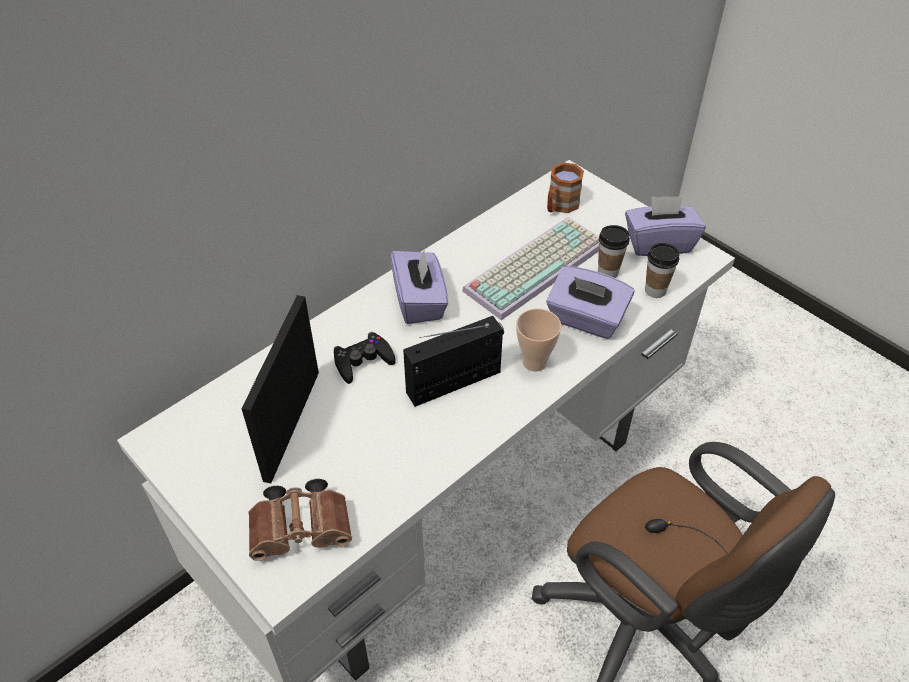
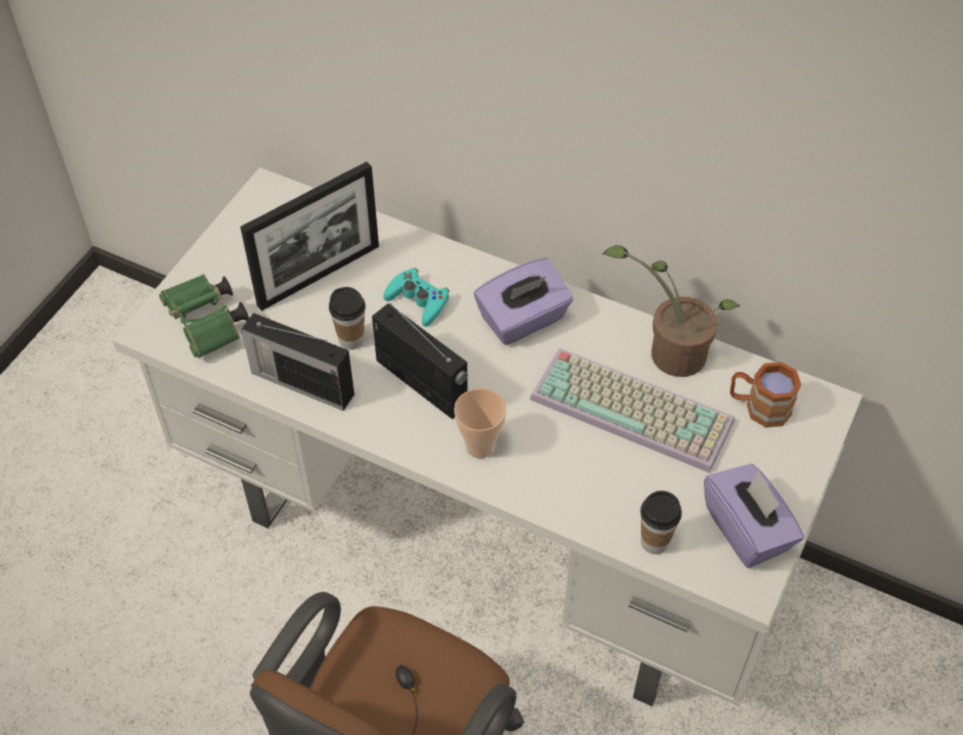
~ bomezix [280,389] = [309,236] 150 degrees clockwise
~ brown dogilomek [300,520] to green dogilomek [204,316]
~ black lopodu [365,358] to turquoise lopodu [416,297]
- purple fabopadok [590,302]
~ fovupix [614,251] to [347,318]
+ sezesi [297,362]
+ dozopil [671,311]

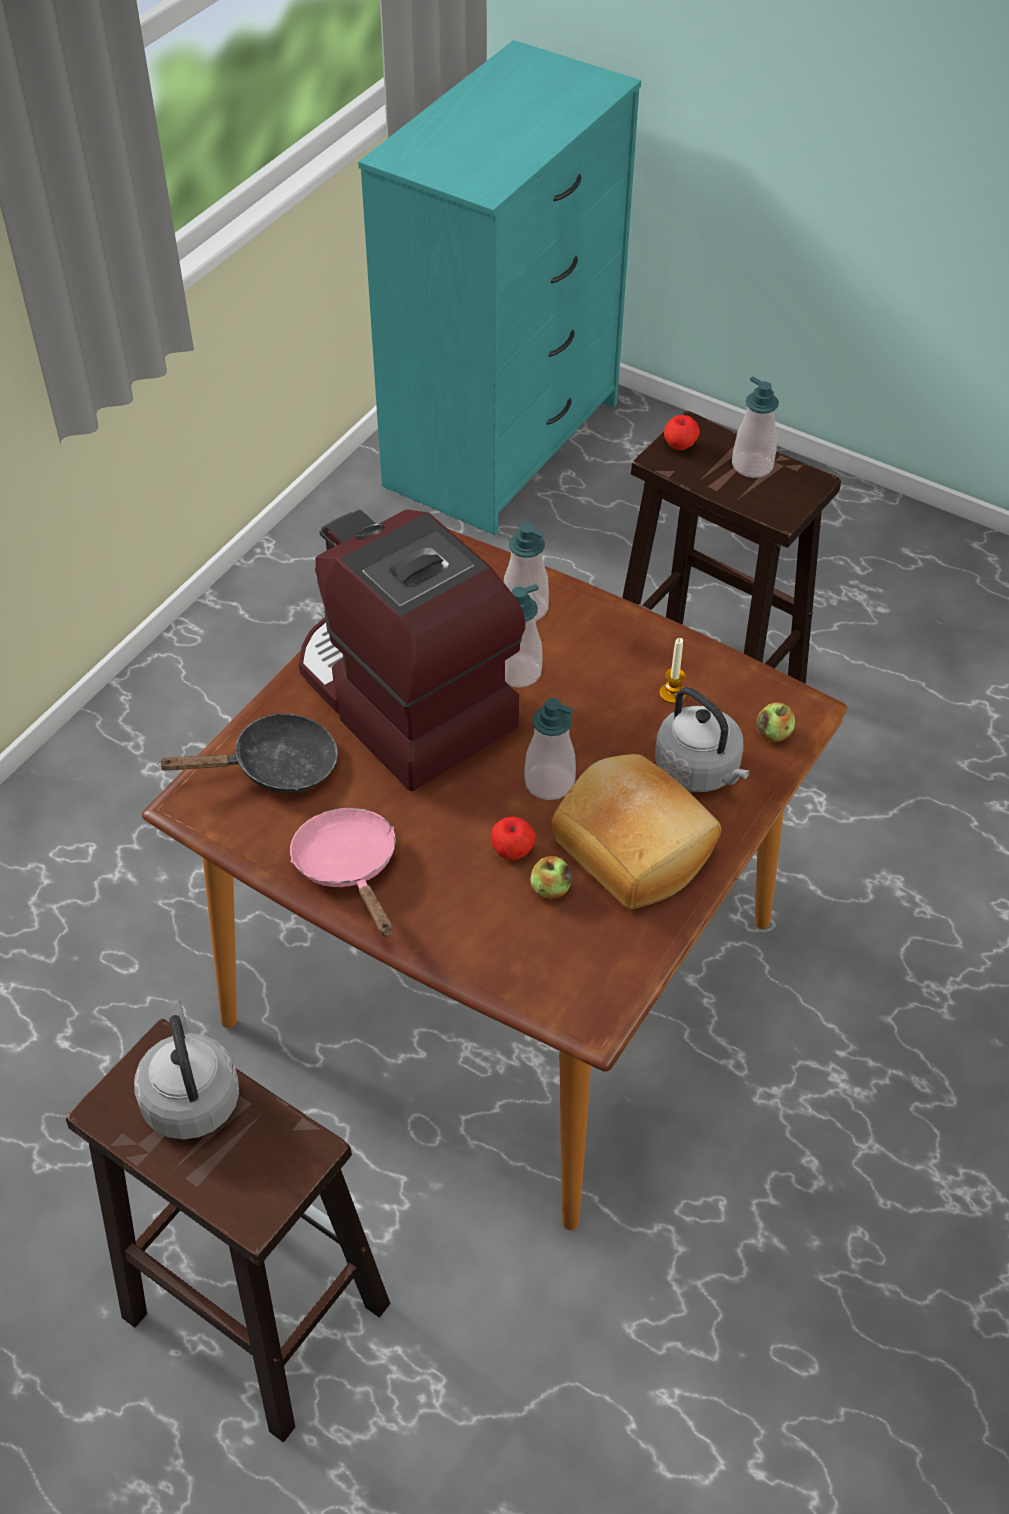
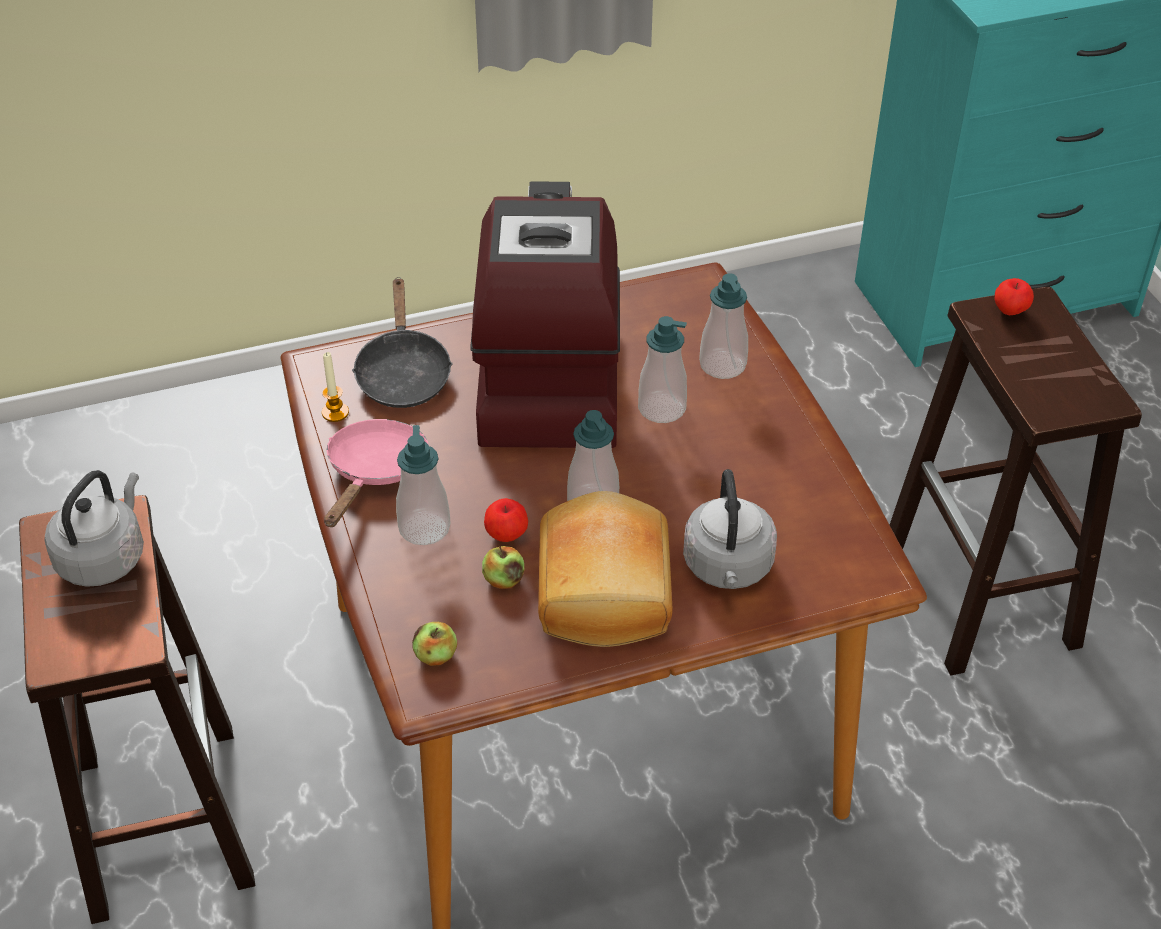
~ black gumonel [247,752] = [402,342] 60 degrees clockwise
~ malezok [673,671] to [335,387]
~ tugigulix [755,427] to [423,485]
~ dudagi [776,722] to [434,644]

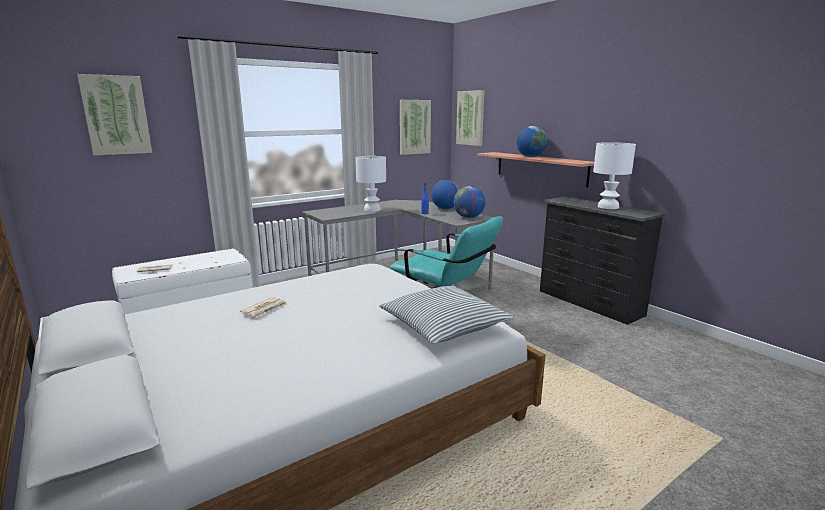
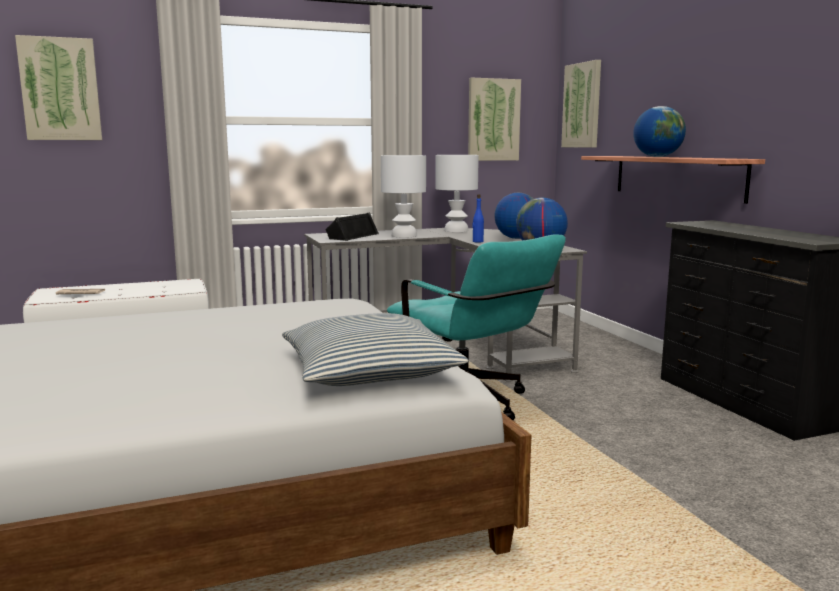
- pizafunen [263,307]
~ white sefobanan [614,175] to [457,193]
+ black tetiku [352,226]

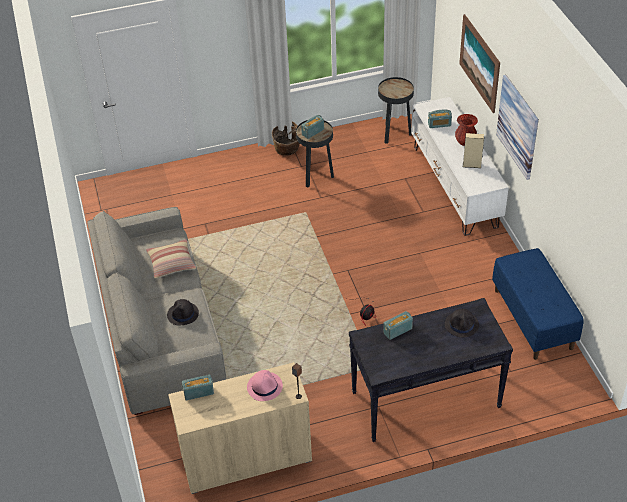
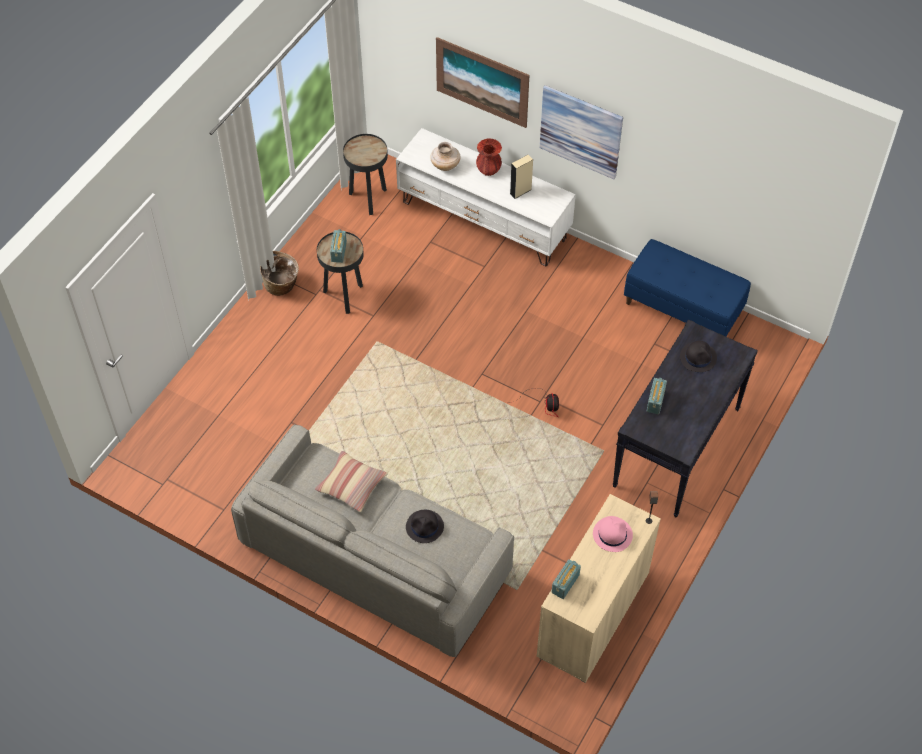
~ sezesi [440,118] to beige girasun [445,156]

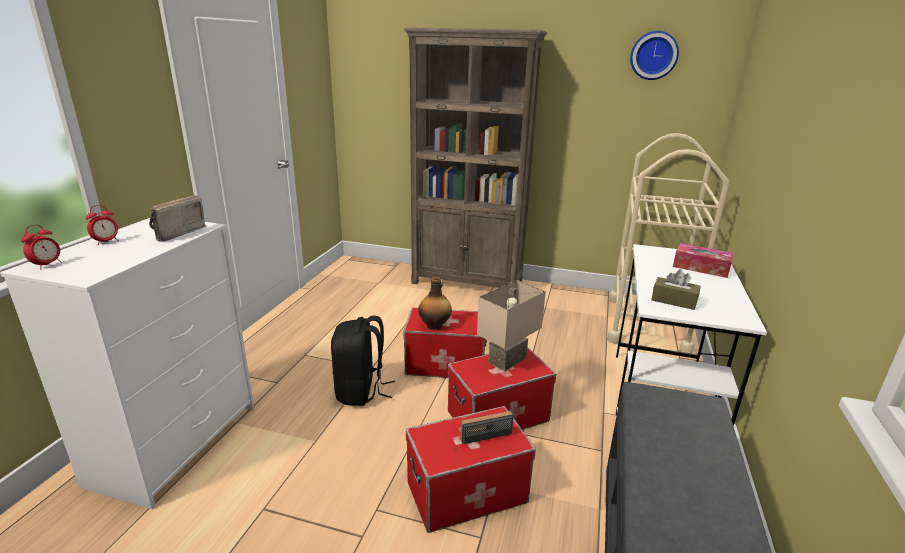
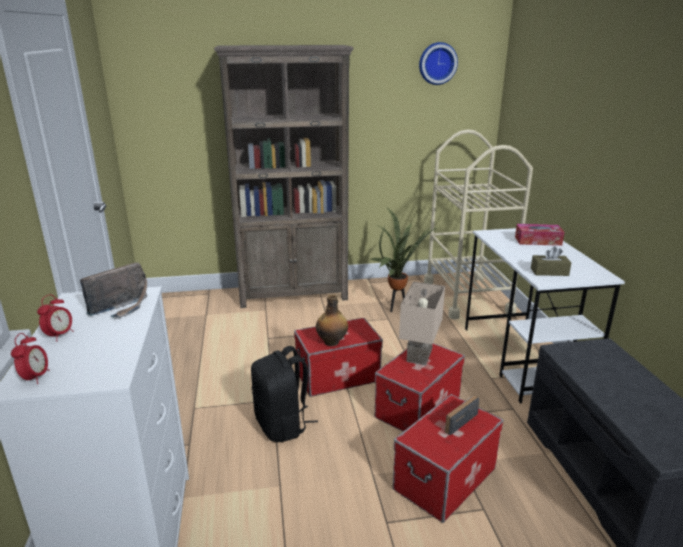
~ sezesi [177,218] = [113,290] 135 degrees counterclockwise
+ dozopil [403,260]

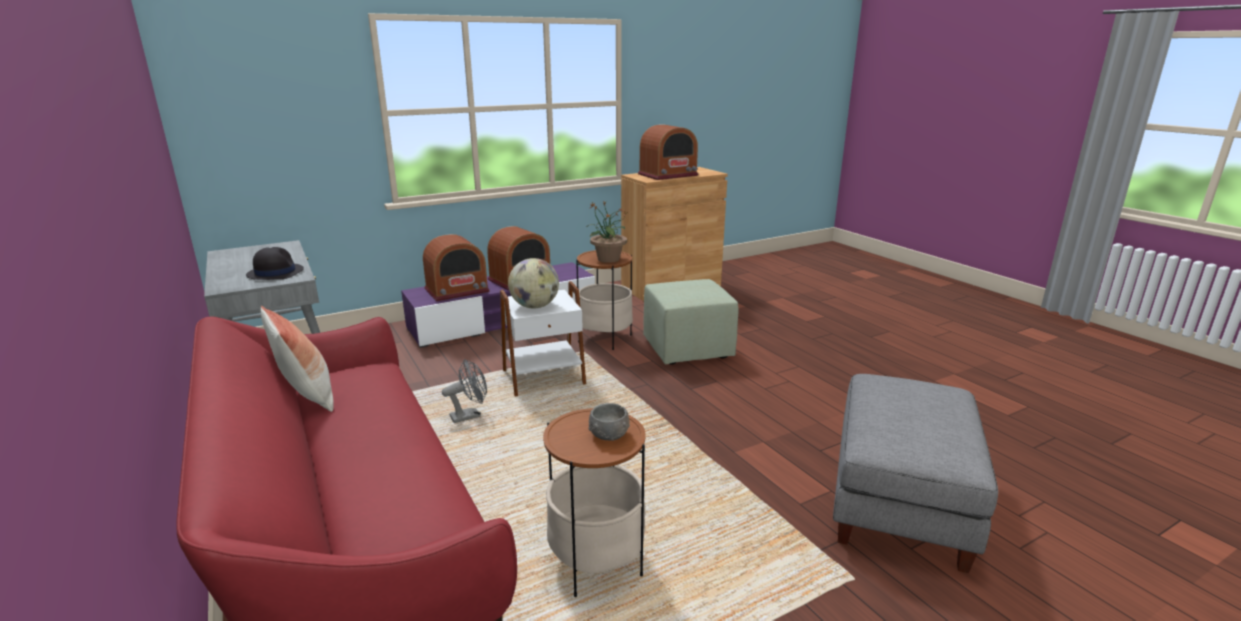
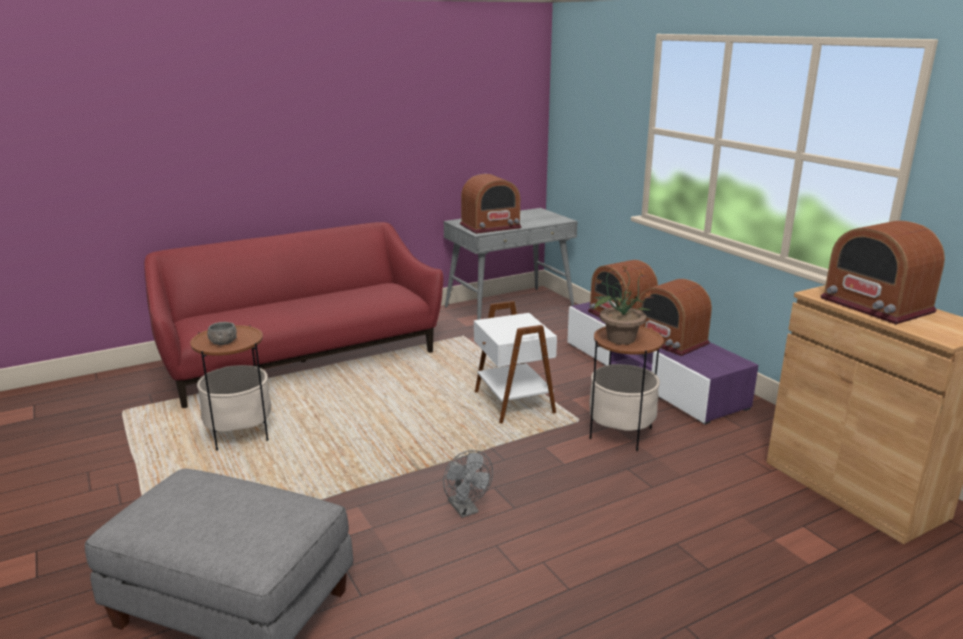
~ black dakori [275,263] to sezesi [491,204]
- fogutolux [297,359]
~ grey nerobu [464,391] to [468,484]
- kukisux [533,283]
- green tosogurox [690,322]

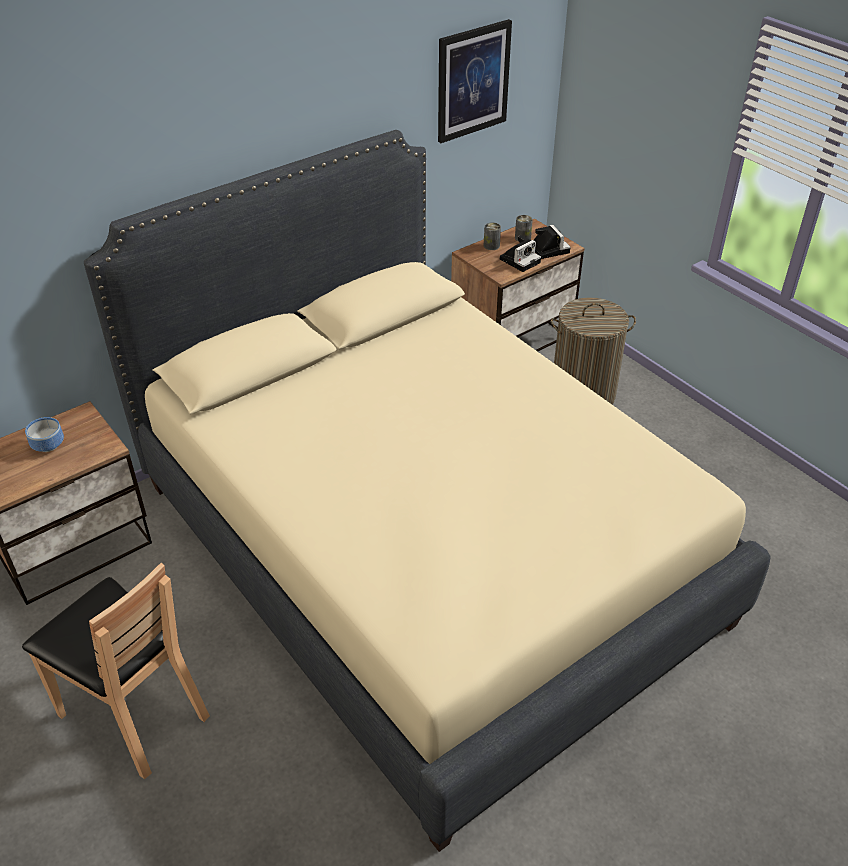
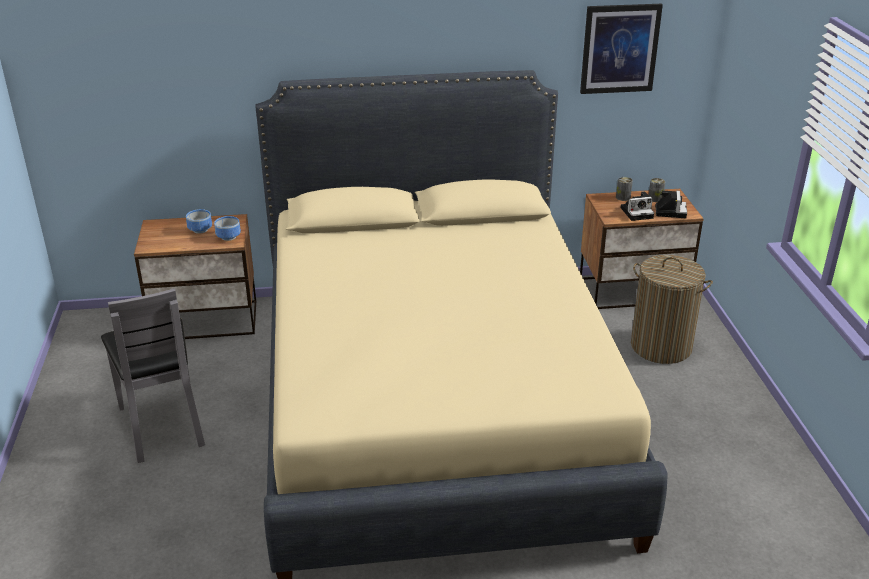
~ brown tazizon [116,671] to grey tazizon [153,375]
+ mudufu [227,228]

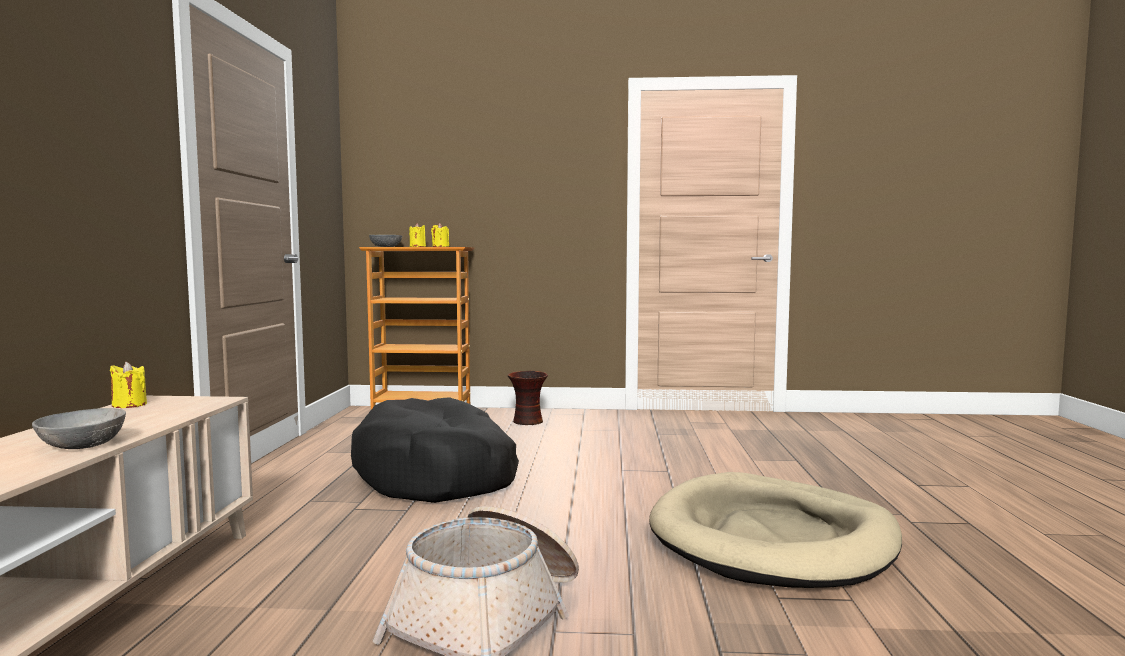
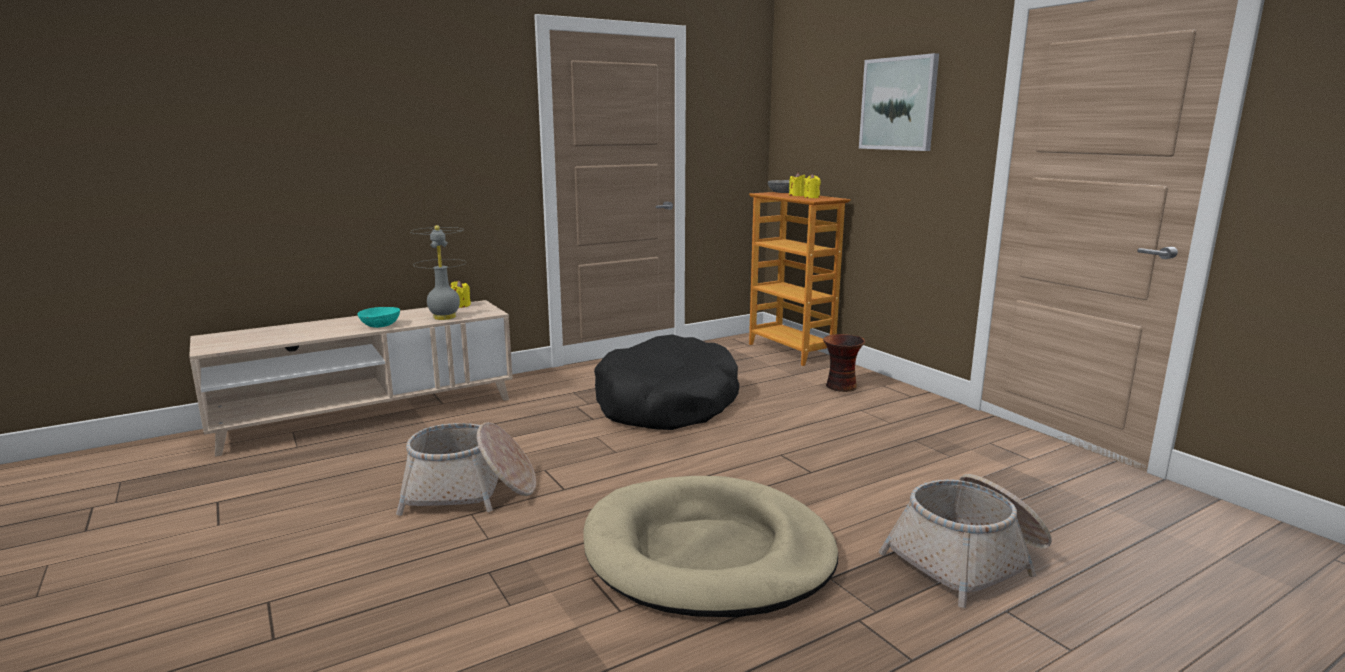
~ grey mudufu [79,428] to turquoise mudufu [379,317]
+ grey sefobanan [438,272]
+ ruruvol [899,102]
+ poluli [965,541]

